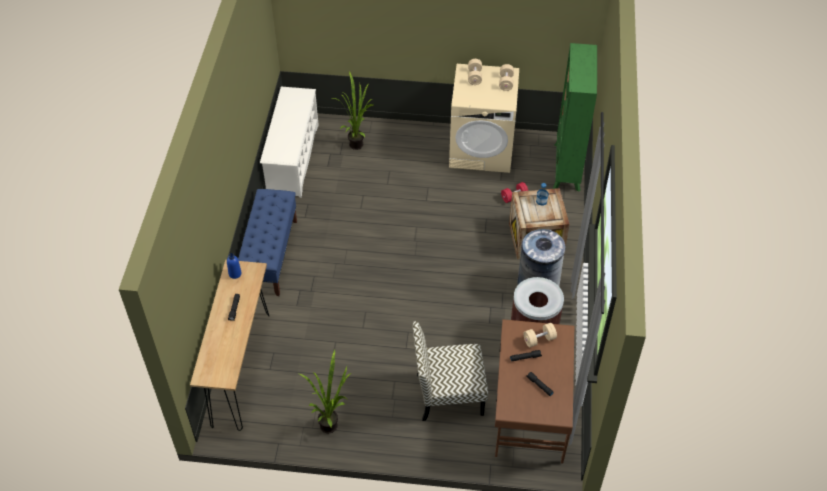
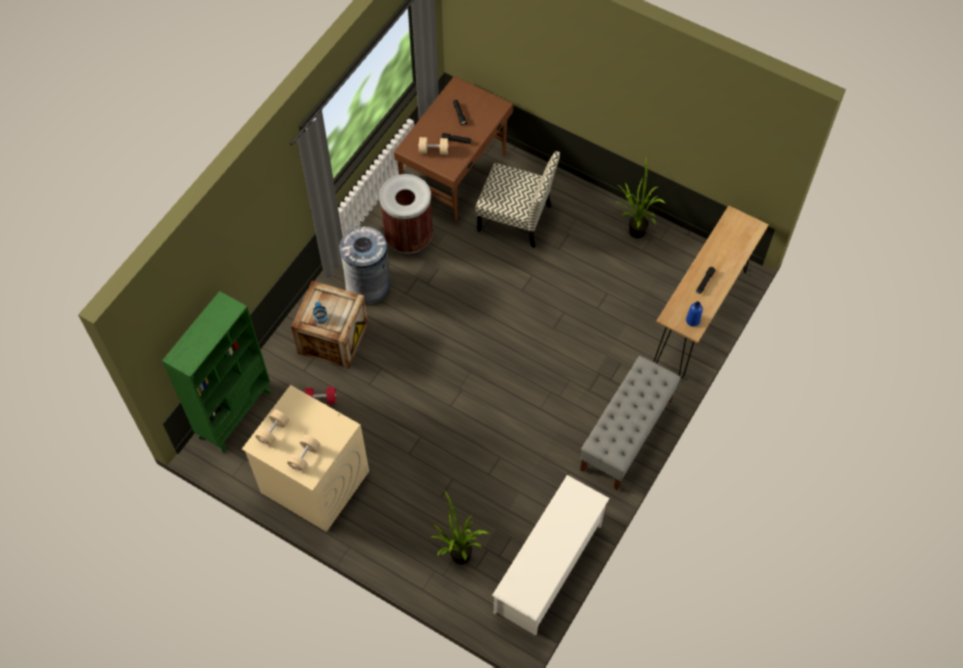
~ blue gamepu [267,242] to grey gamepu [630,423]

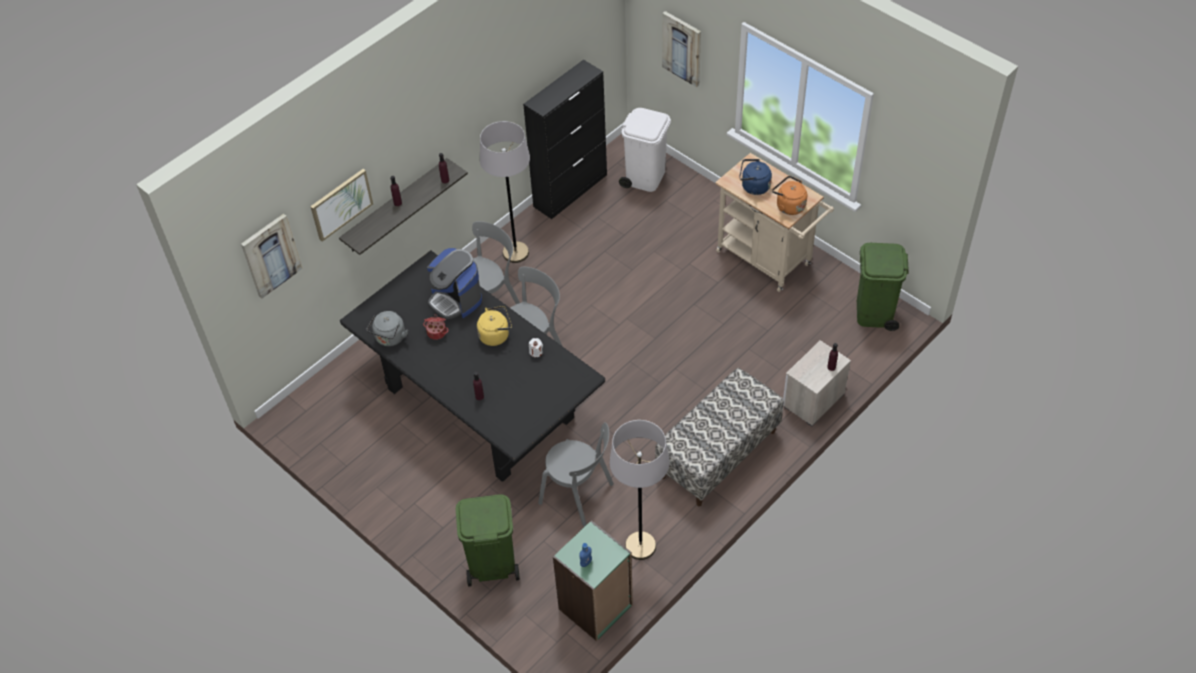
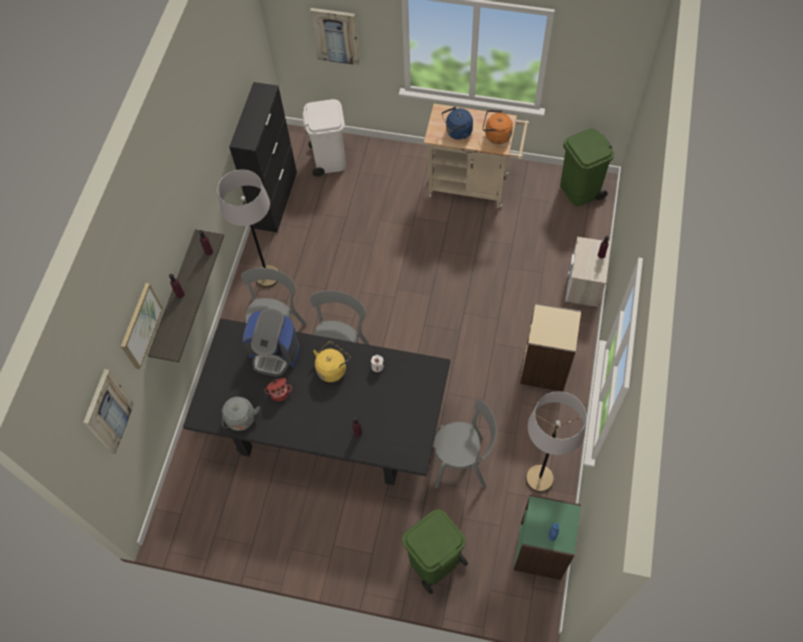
~ gamepu [719,437] to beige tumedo [550,347]

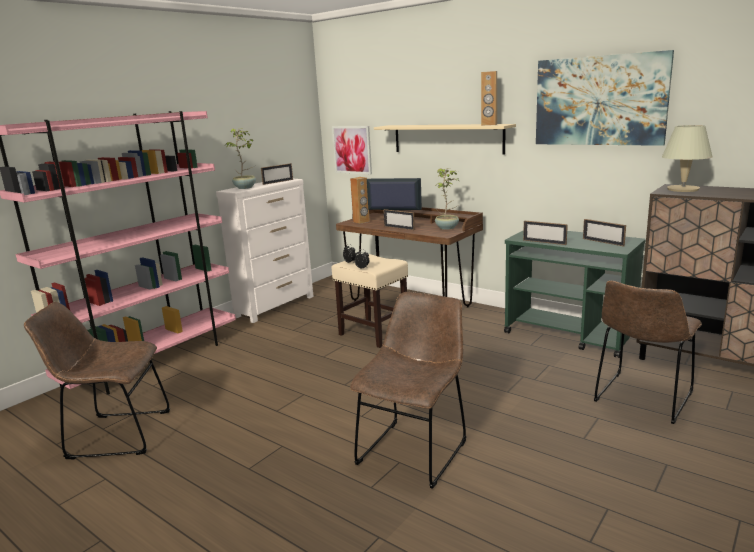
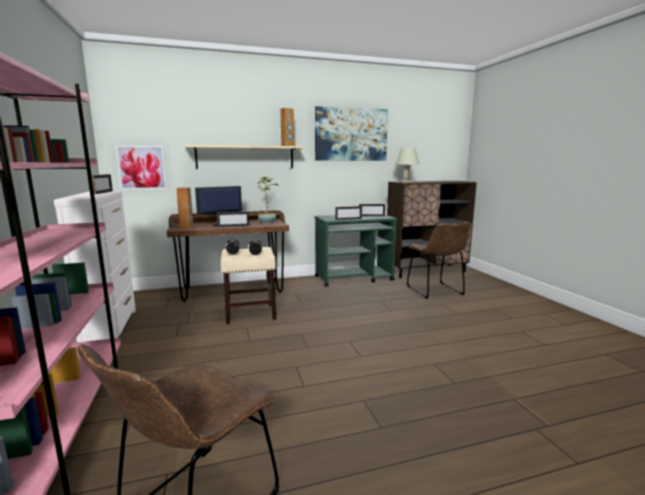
- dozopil [240,158]
- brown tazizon [408,390]

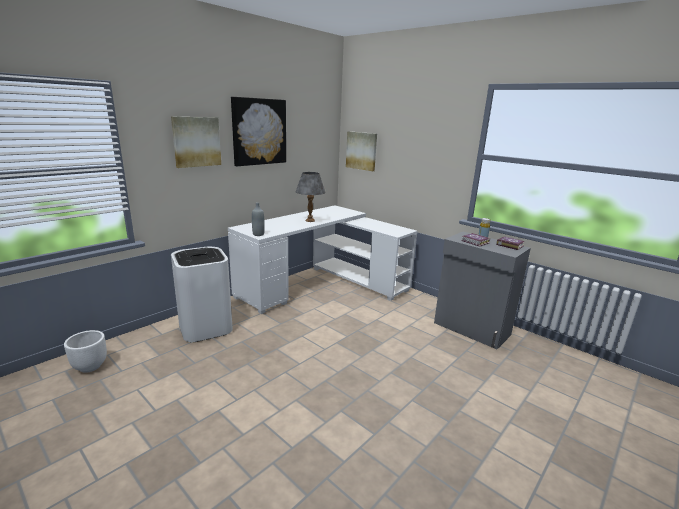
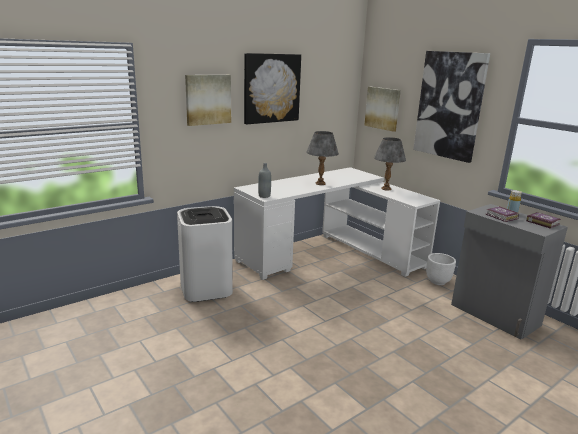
~ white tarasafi [85,351] to [441,269]
+ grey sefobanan [390,164]
+ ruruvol [451,107]

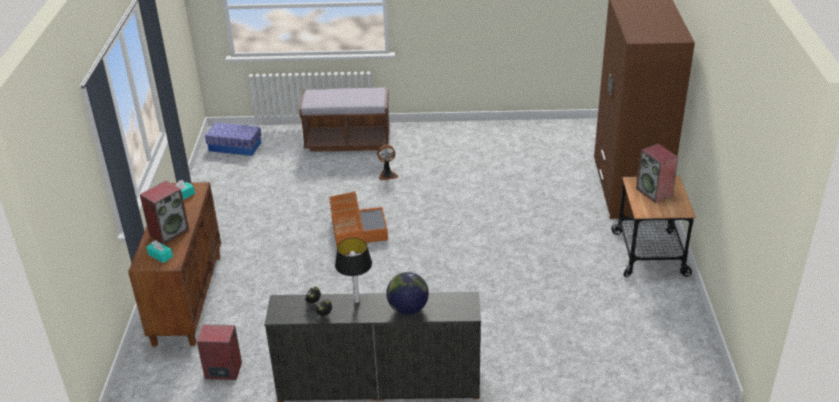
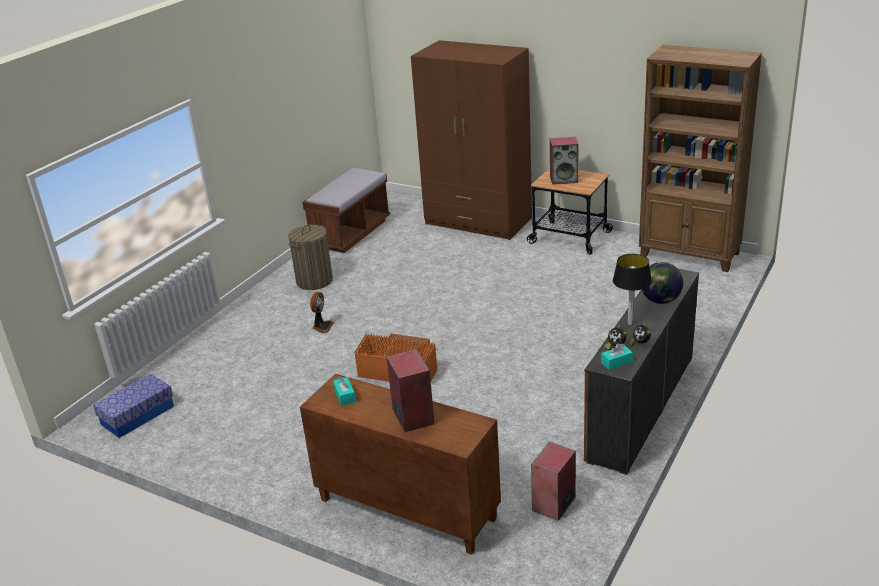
~ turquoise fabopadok [159,251] to [617,356]
~ brown gamepu [344,120] to [347,210]
+ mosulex [310,257]
+ brown tumedo [700,158]

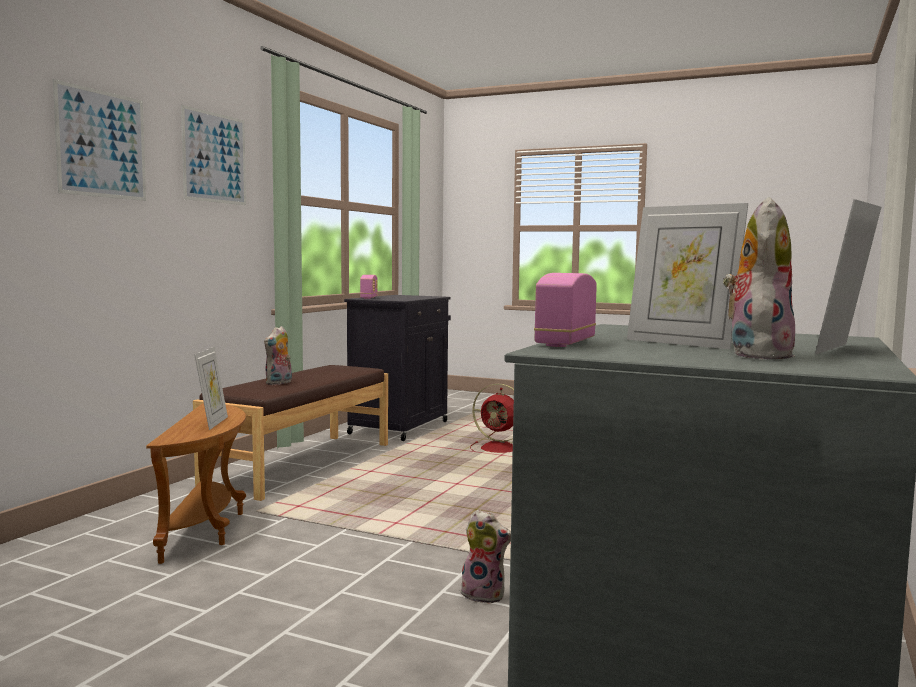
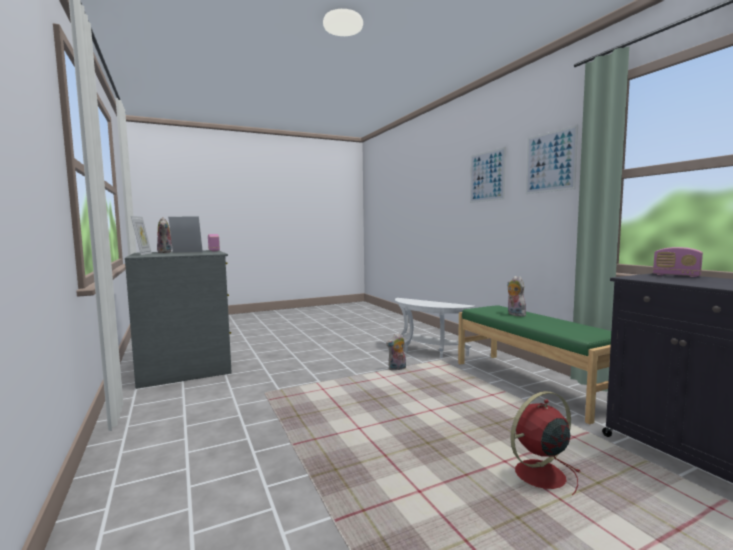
~ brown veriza [196,483] to white veriza [435,328]
~ brown gamepu [290,433] to green gamepu [534,365]
- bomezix [211,388]
~ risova [486,556] to [396,351]

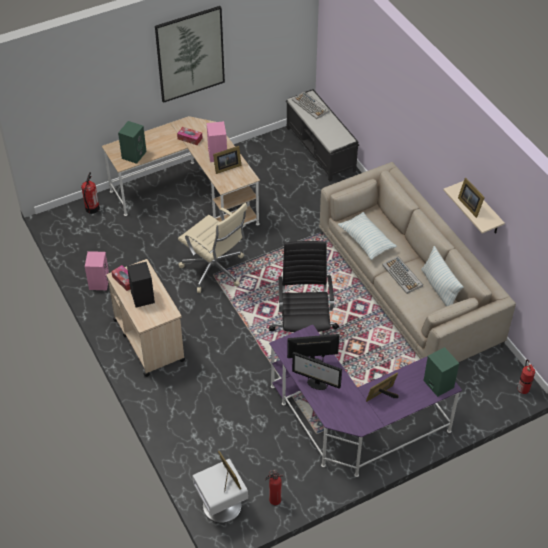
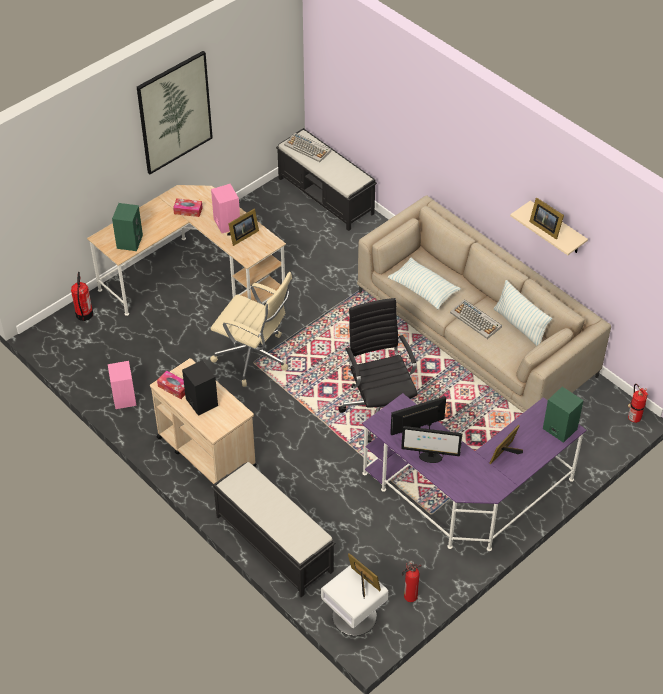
+ black gamepu [273,529]

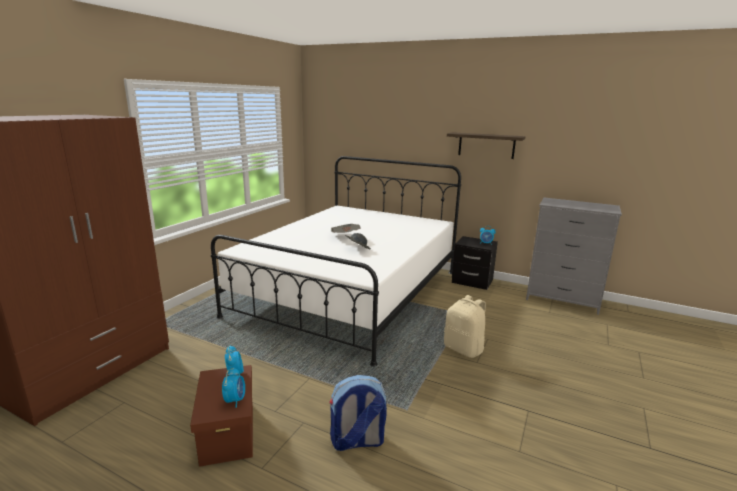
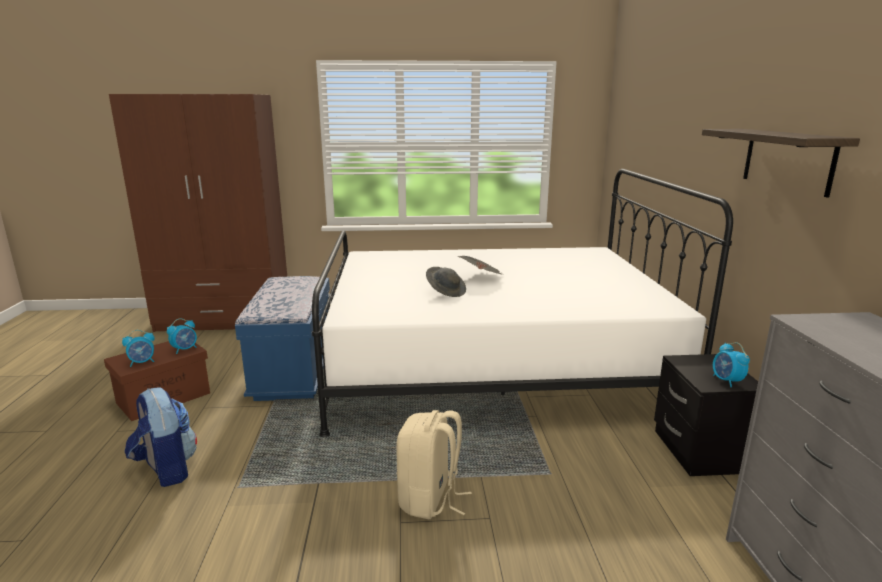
+ blue gamepu [282,338]

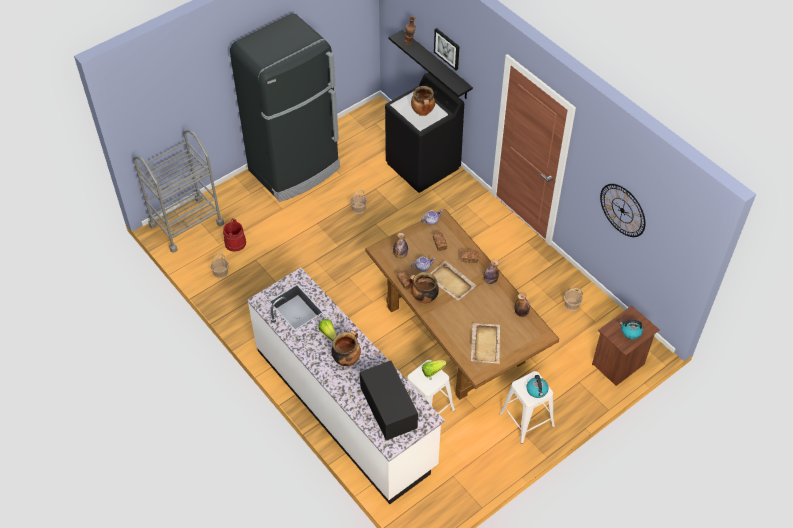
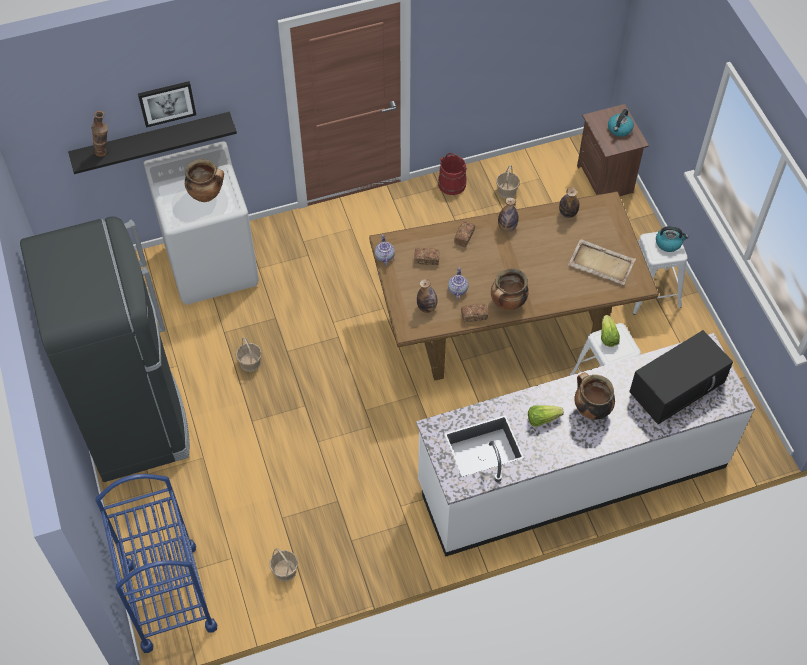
~ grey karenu [178,191] to blue karenu [156,563]
~ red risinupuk [234,235] to [452,174]
~ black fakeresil [389,401] = [681,377] 150 degrees clockwise
~ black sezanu [424,133] to white sezanu [201,223]
- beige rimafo [454,281]
- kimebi [623,210]

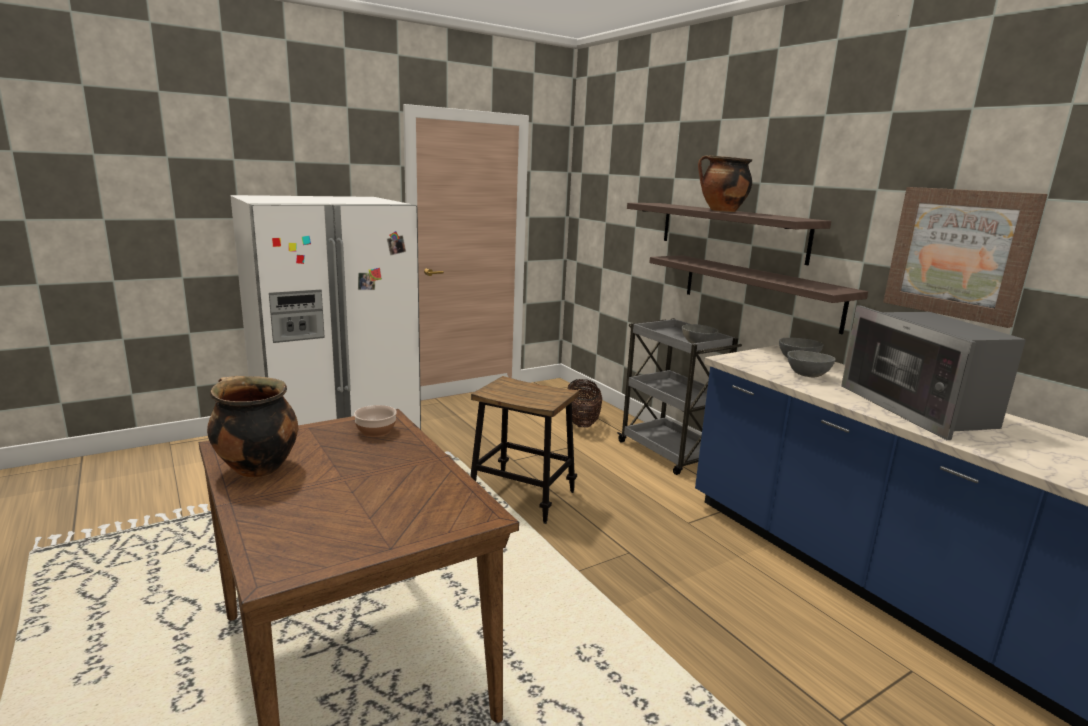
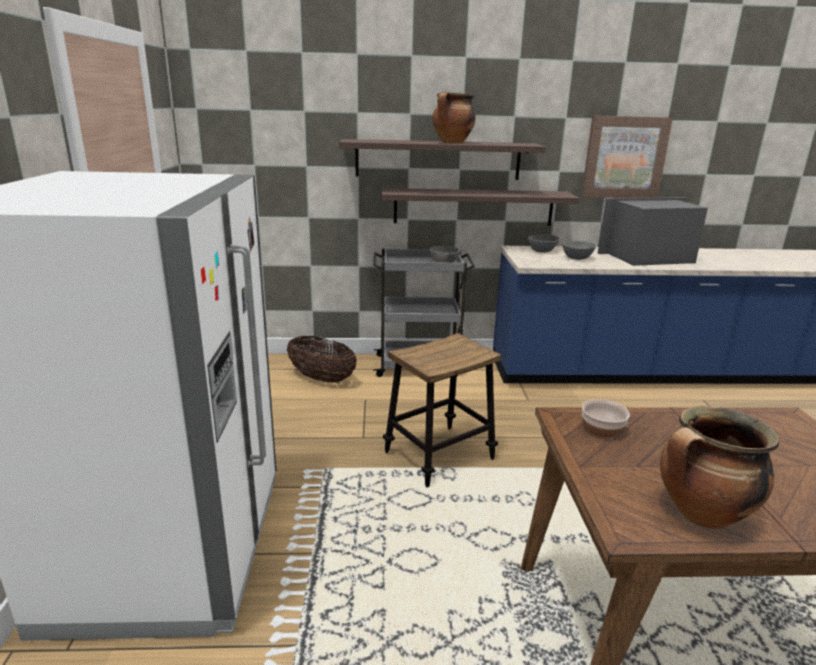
~ fakeresil [933,373] = [653,231] 150 degrees clockwise

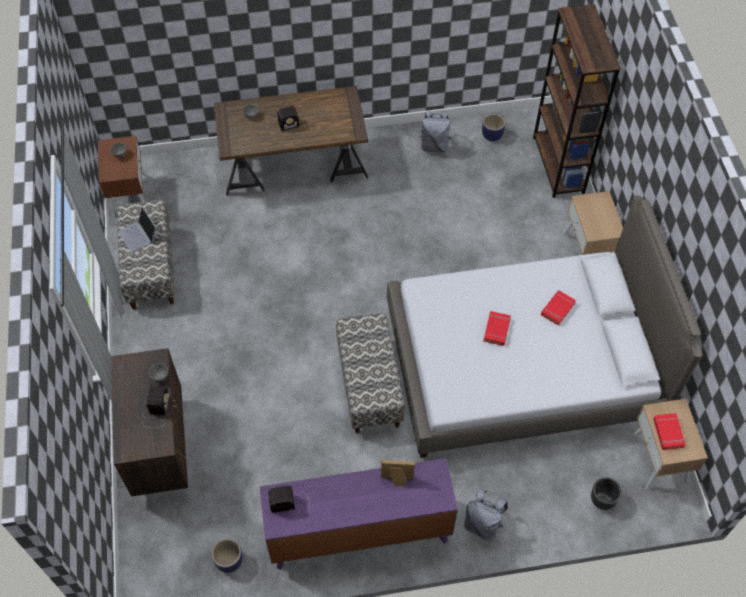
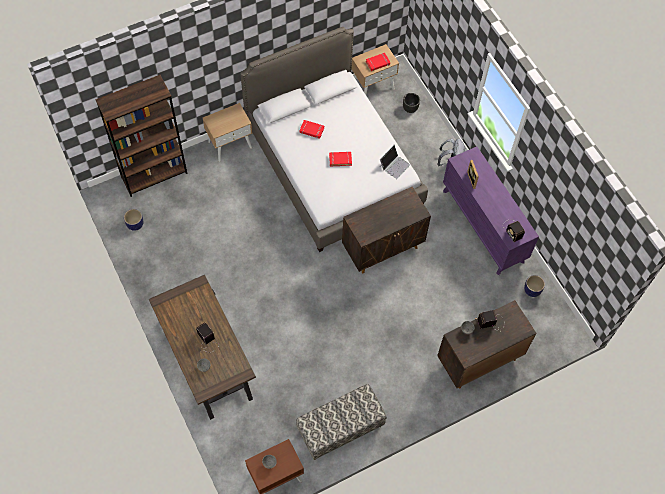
~ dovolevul [139,229] to [395,162]
~ gamepu [370,373] to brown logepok [386,230]
- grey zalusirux [435,131]

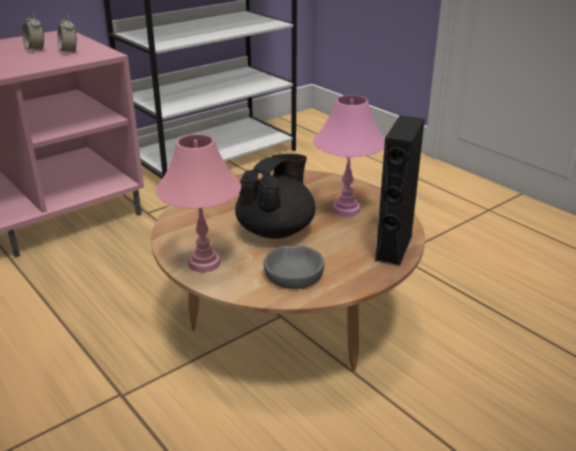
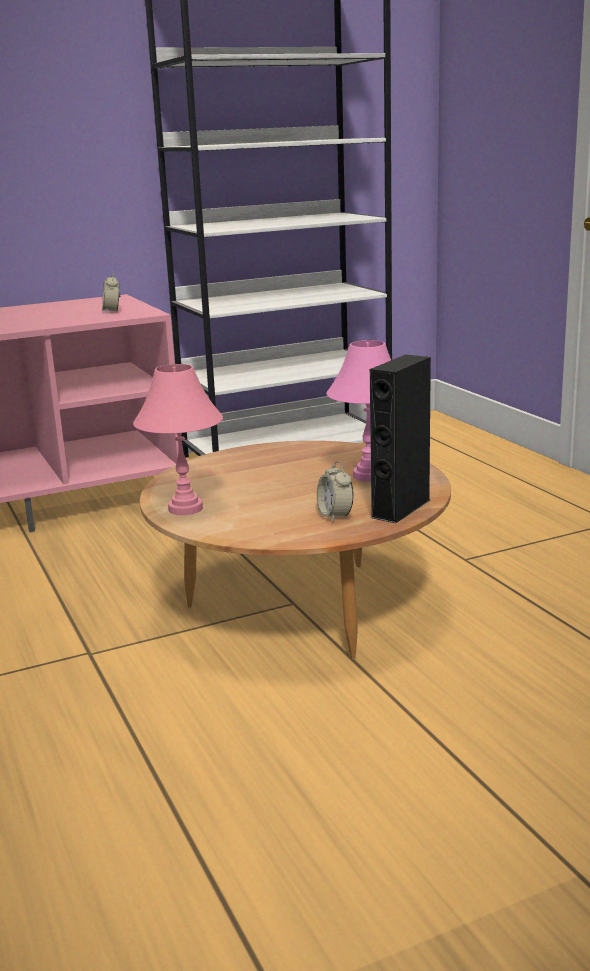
~ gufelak [33,33] to [335,491]
- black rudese [275,196]
- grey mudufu [293,267]

